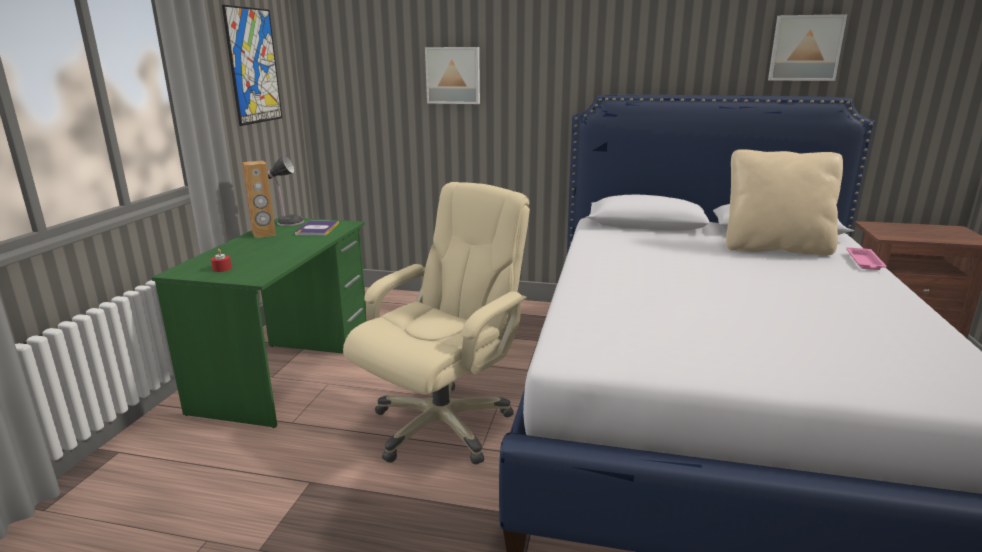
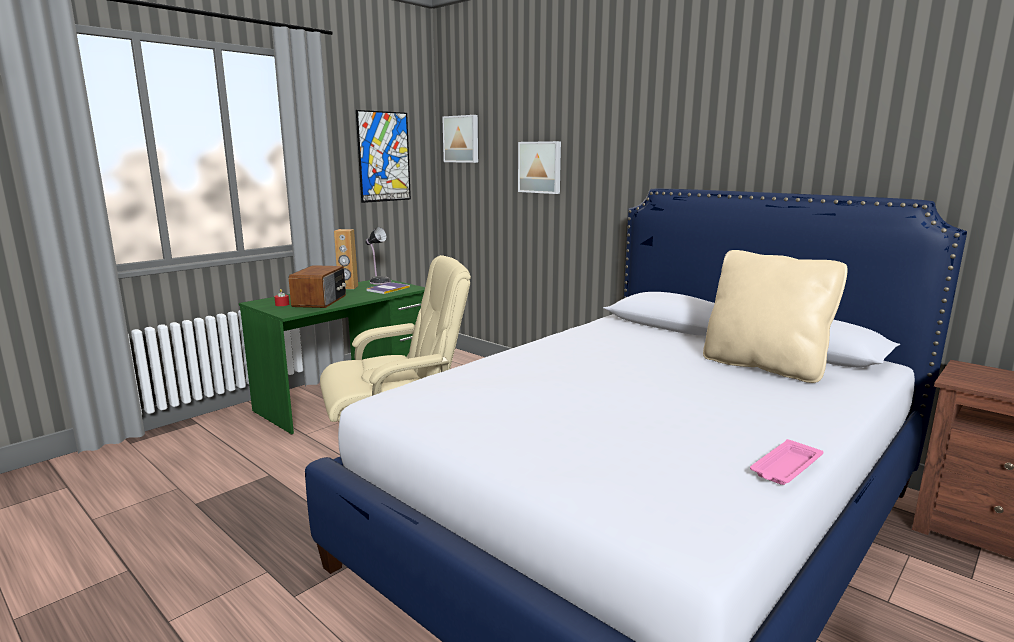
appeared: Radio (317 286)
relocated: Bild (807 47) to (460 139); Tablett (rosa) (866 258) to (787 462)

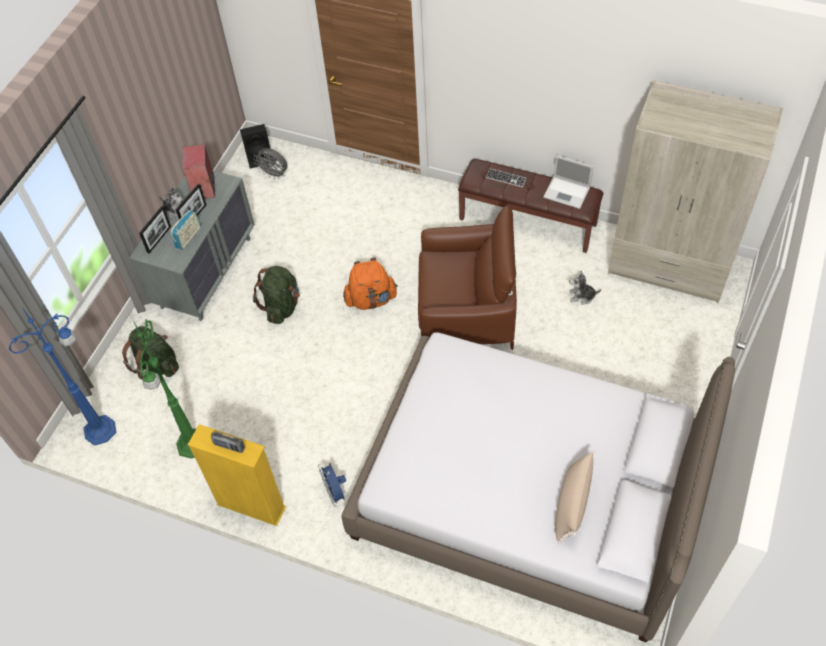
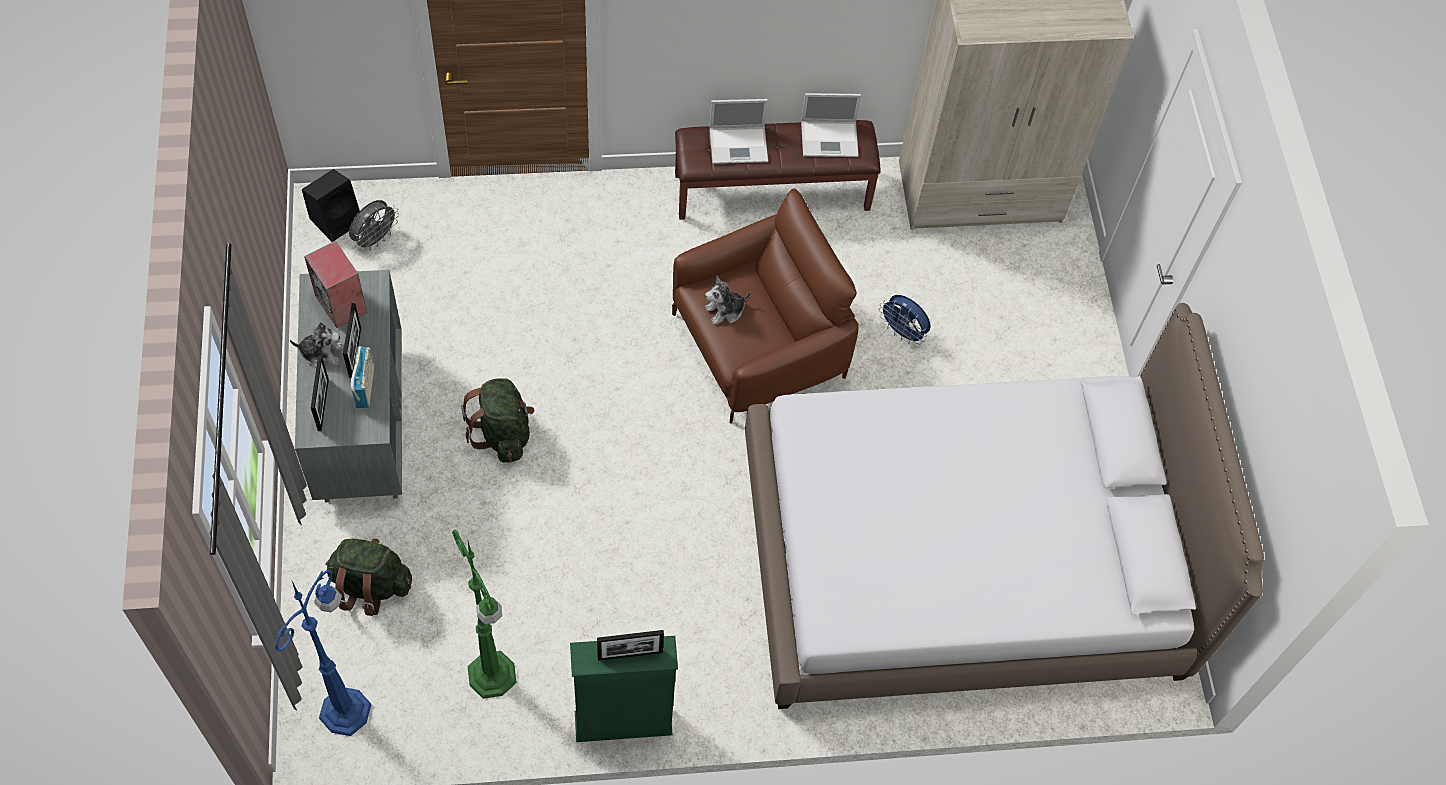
missing: Rucksack (orange) (370 283); Kissen (beige) (574 498)
relocated: Ventilator (blau) (332 485) to (905 320); Plüschtier (585 287) to (728 300)
exchanged: Radio (228 442) to Bilderrahmen (630 645); Tastatur (506 178) to Laptop (739 131)
colour: Bücherregal (gelb) (237 475) to Bücherregal (grün) (624 689)
spun: Ventilator (grau) (270 163) = (374 225) 45 degrees counterclockwise

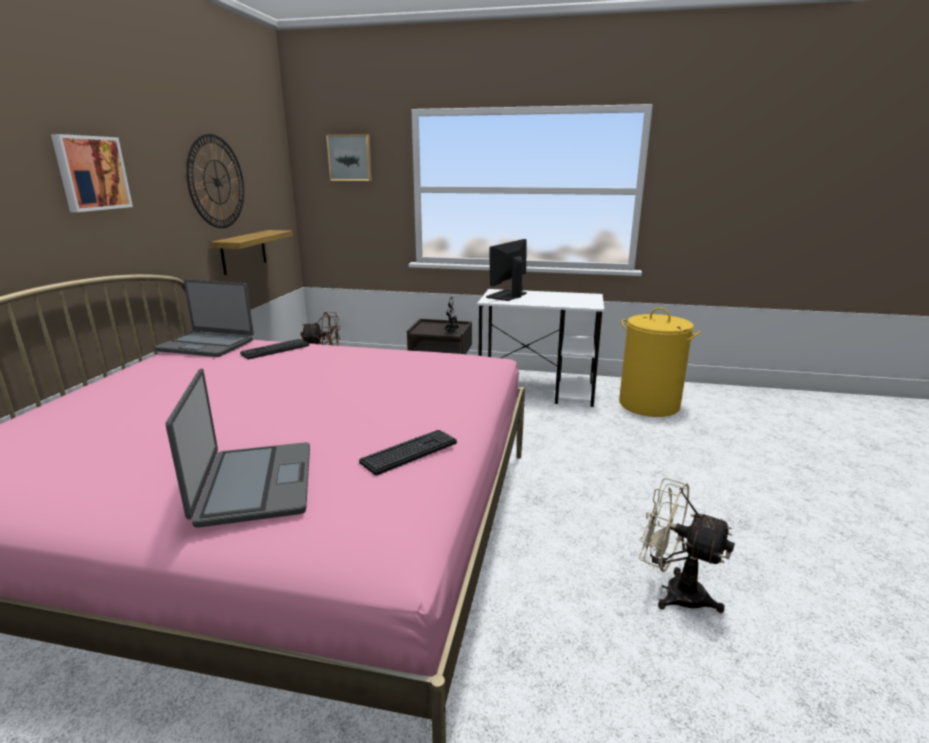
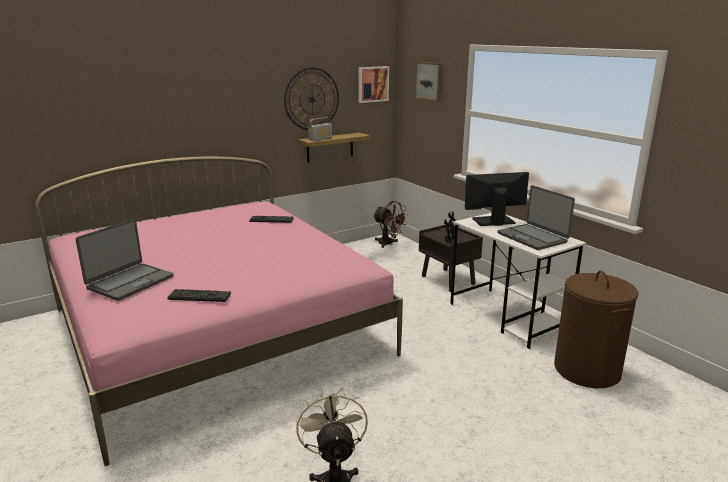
appeared: Radio (320 129)
relocated: Bild (92 173) to (373 84); Laptop (204 318) to (536 217)
colour: Wäschekorb (gelb) (660 362) to Wäschekorb (braun) (596 329)

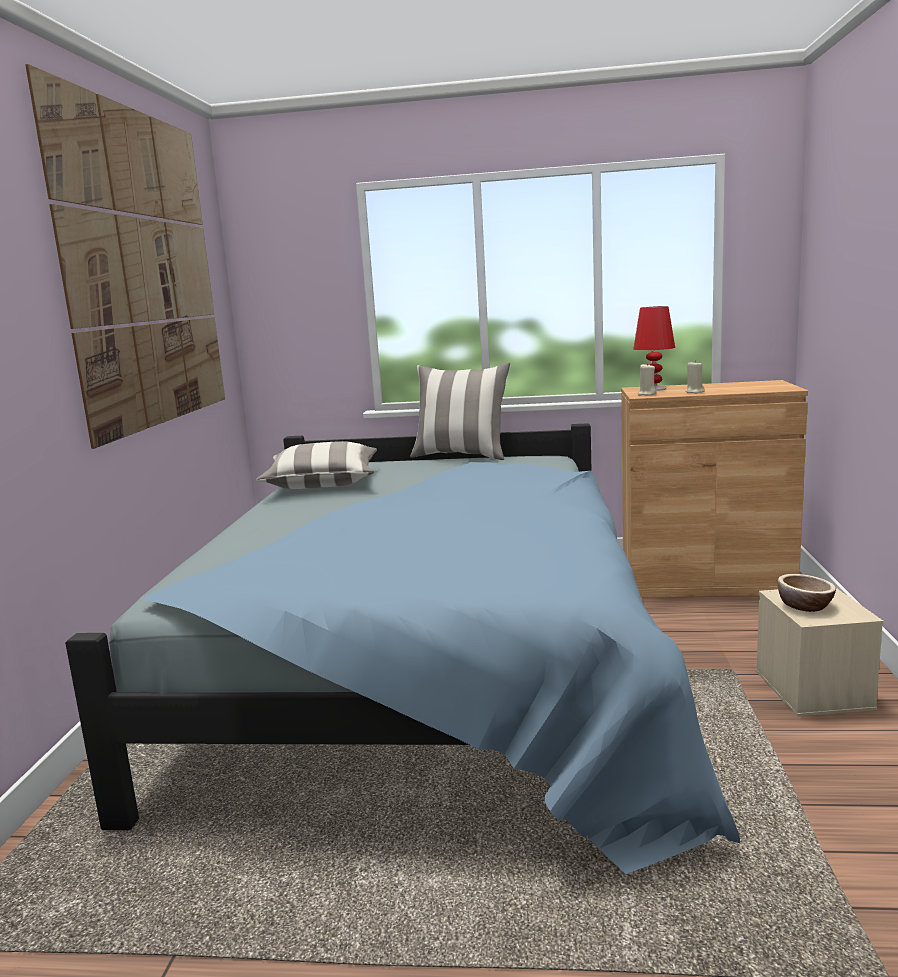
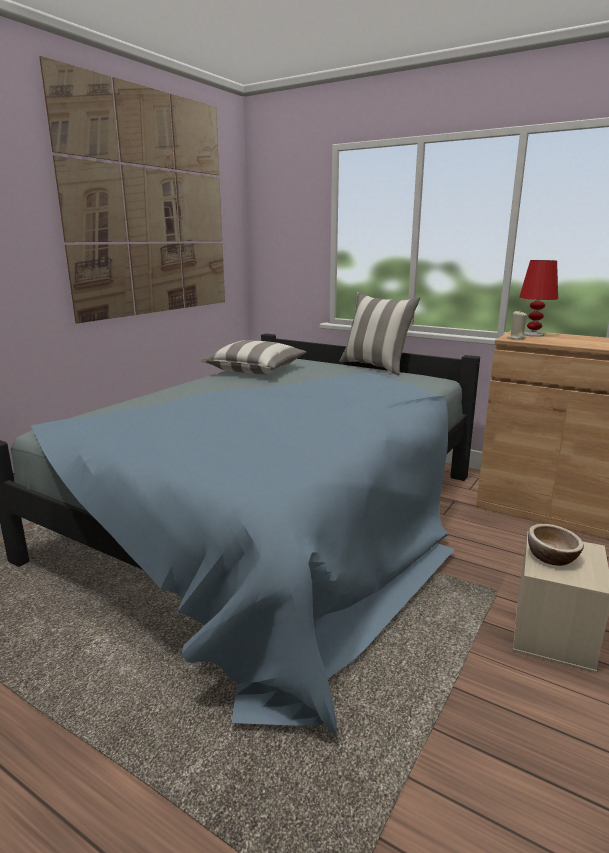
missing: Kerze (beige) (695 376)

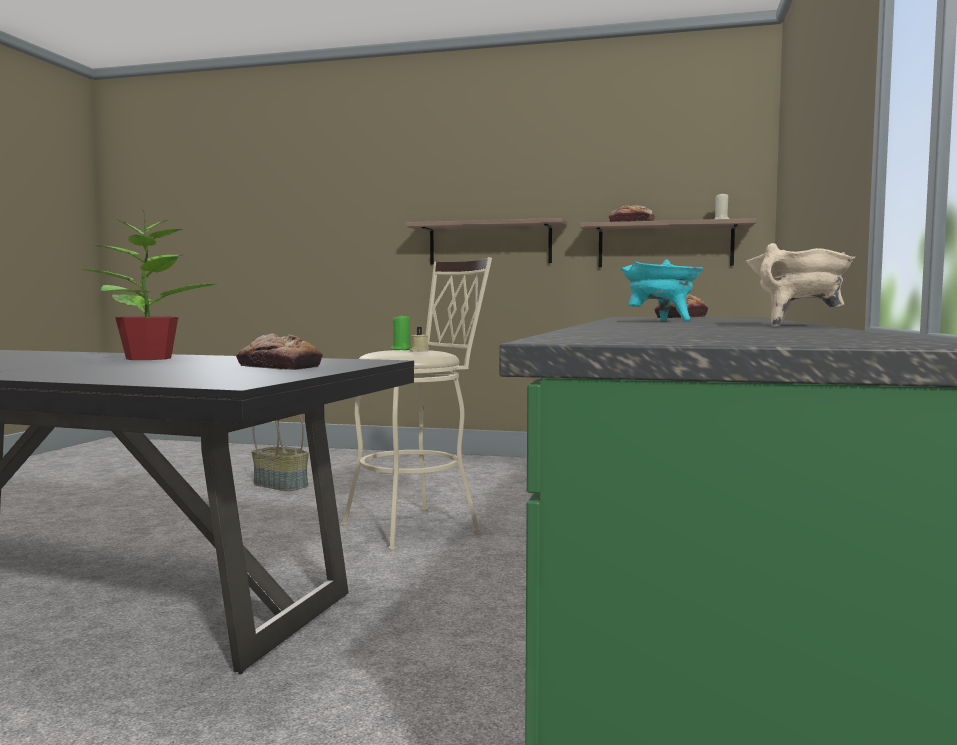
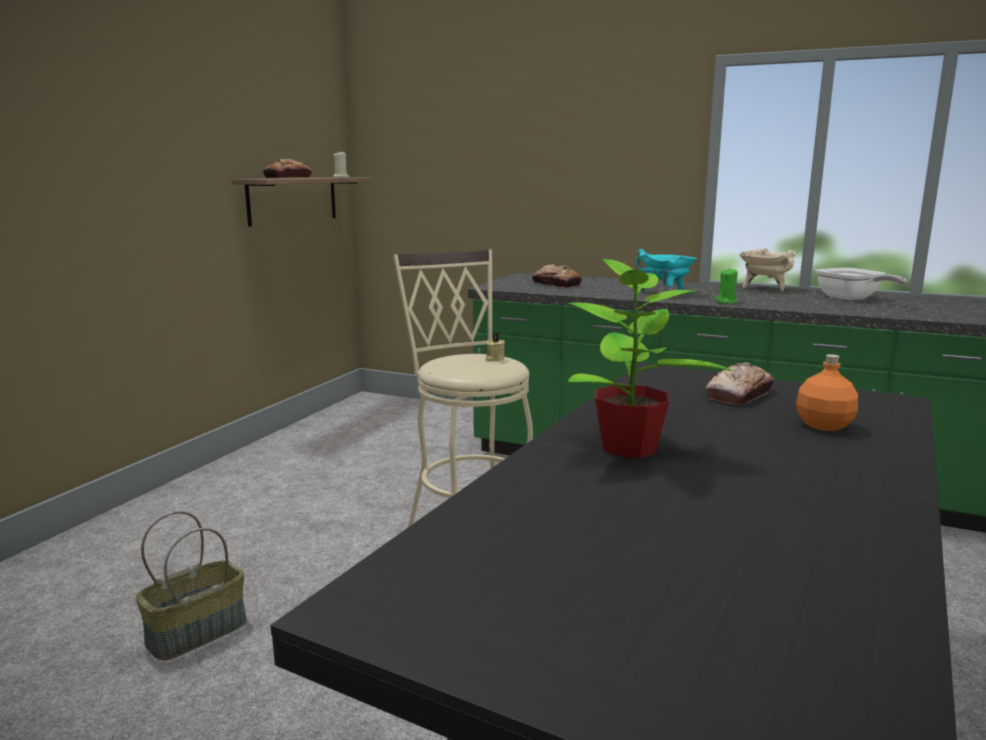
missing: Wandregal (486 241)
appeared: Flasche (orange) (827 392); Pfanne (861 284)
relocated: Kerze (grün) (401 332) to (727 286)

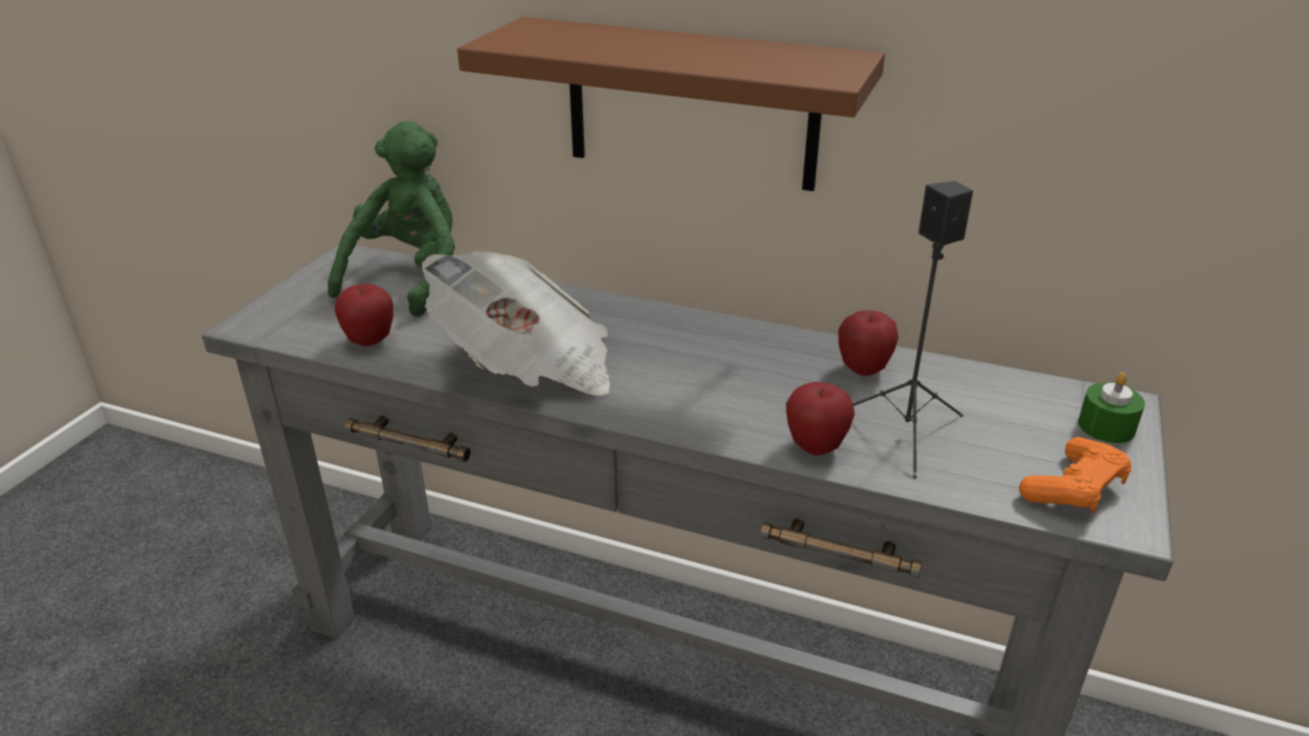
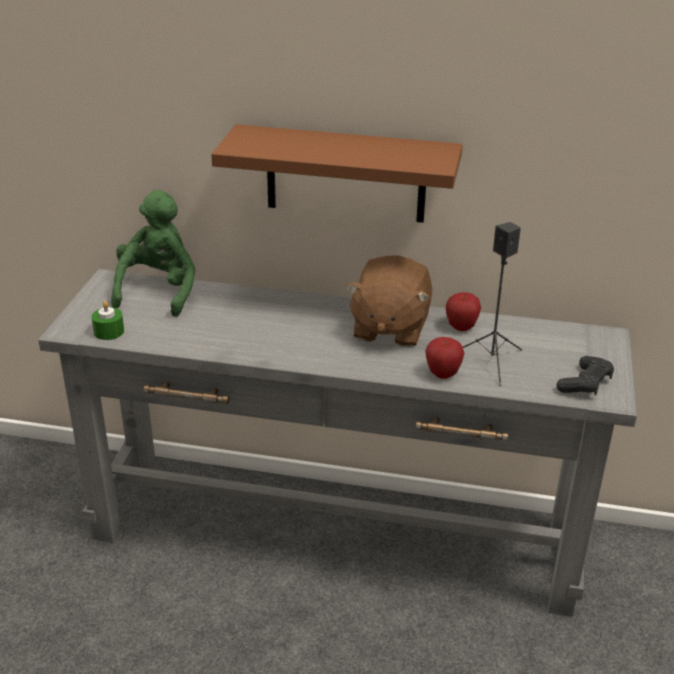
missing: Apfel (364 315); Zeitung (516 323)
appeared: Plüschtier (braun) (389 301)
relocated: Kerze (grün) (1111 407) to (107 320)
colour: Gamepad (orange) (1075 475) to Gamepad (schwarz) (585 375)

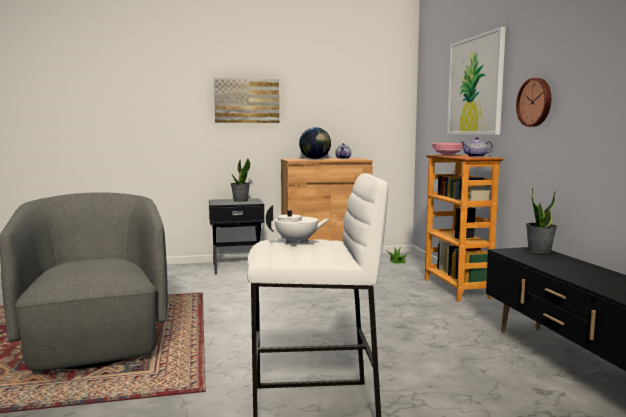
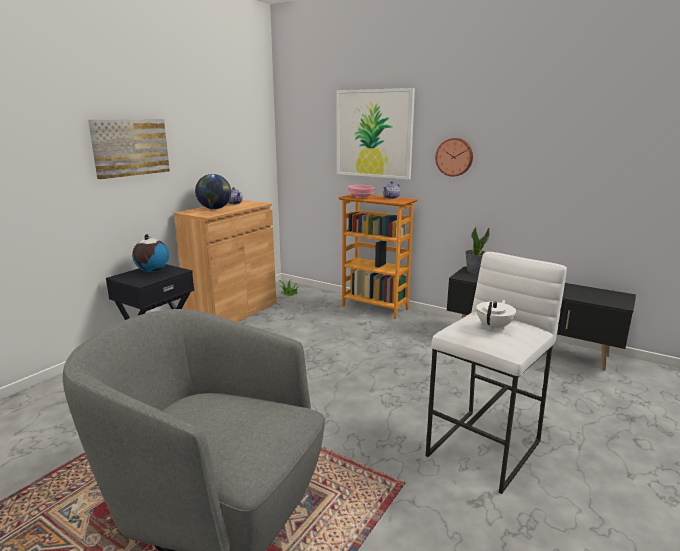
exchanged: Topfpflanze (240 180) to Globus (150 253)

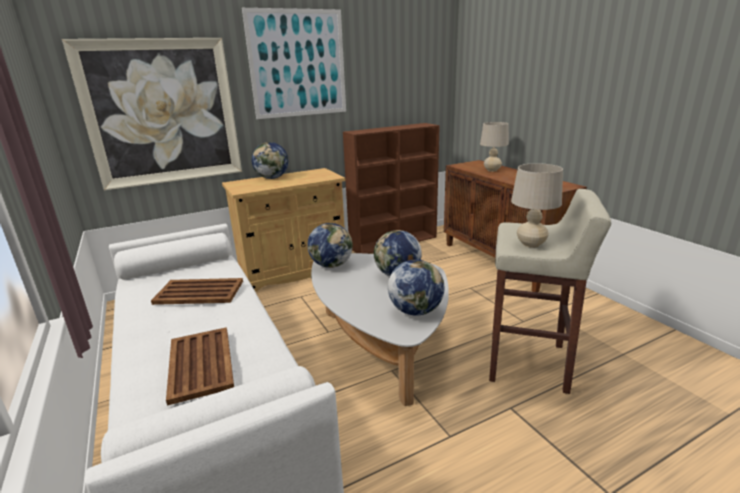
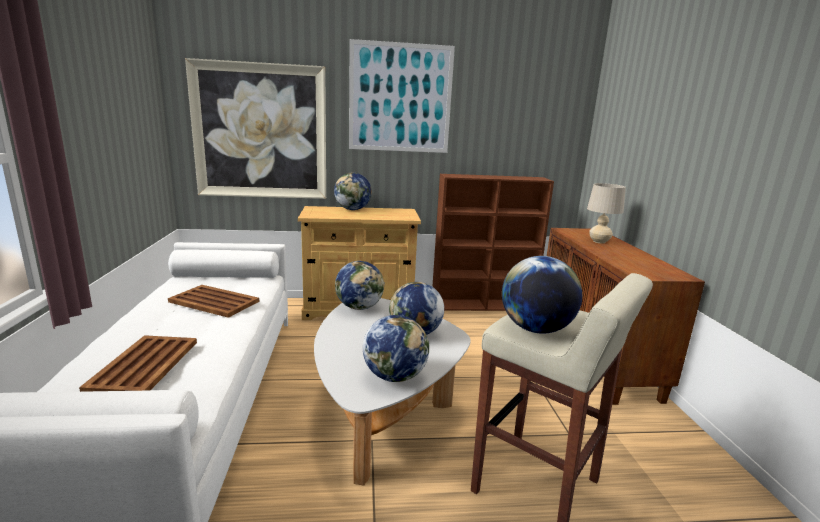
exchanged: Tischlampe (beige) (537 205) to Globus (542 295)

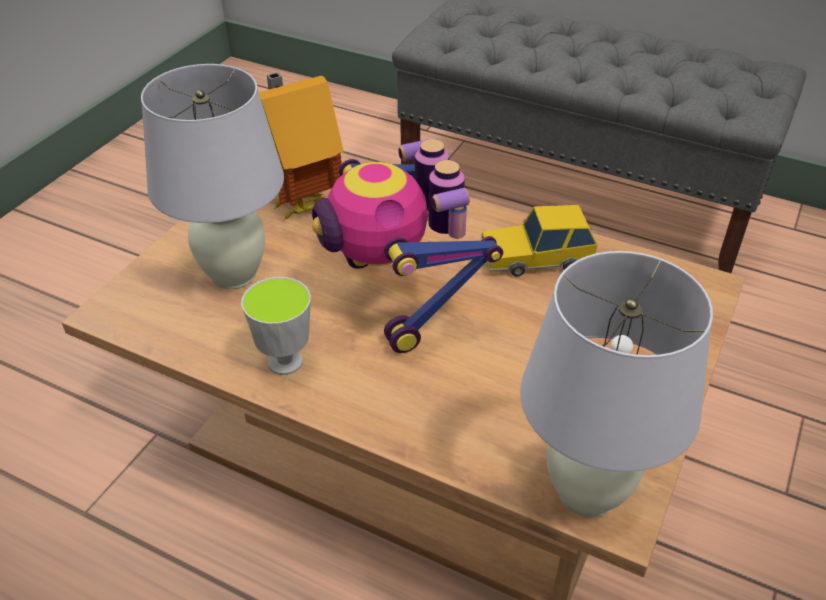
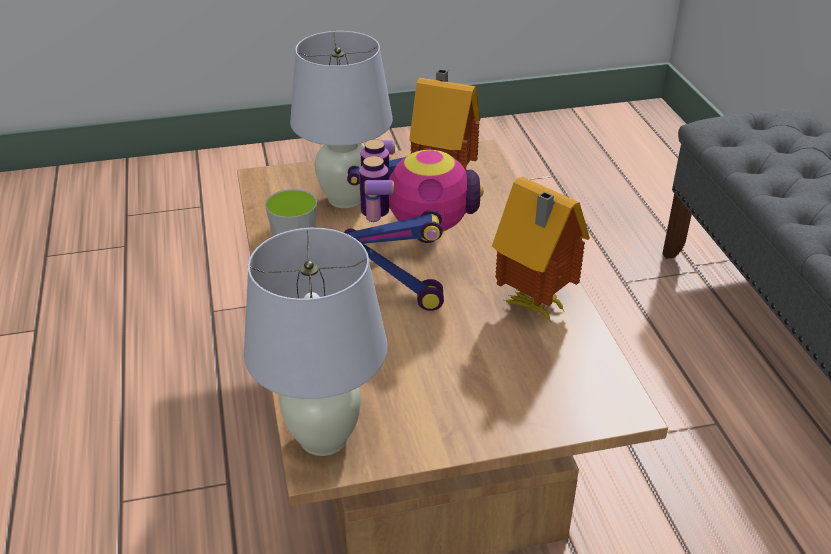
exchanged: Spielzeugauto (538 241) to Spielzeughaus (541 249)
spun: Spielzeugroboter (407 246) = (414 225) 150 degrees clockwise

